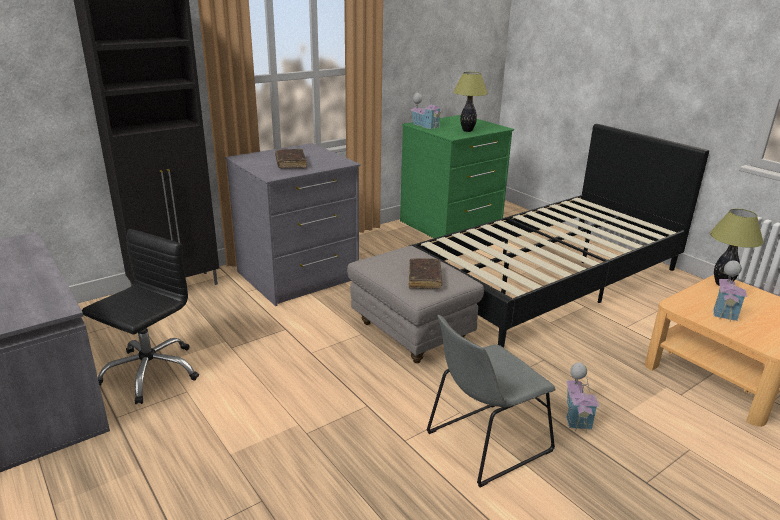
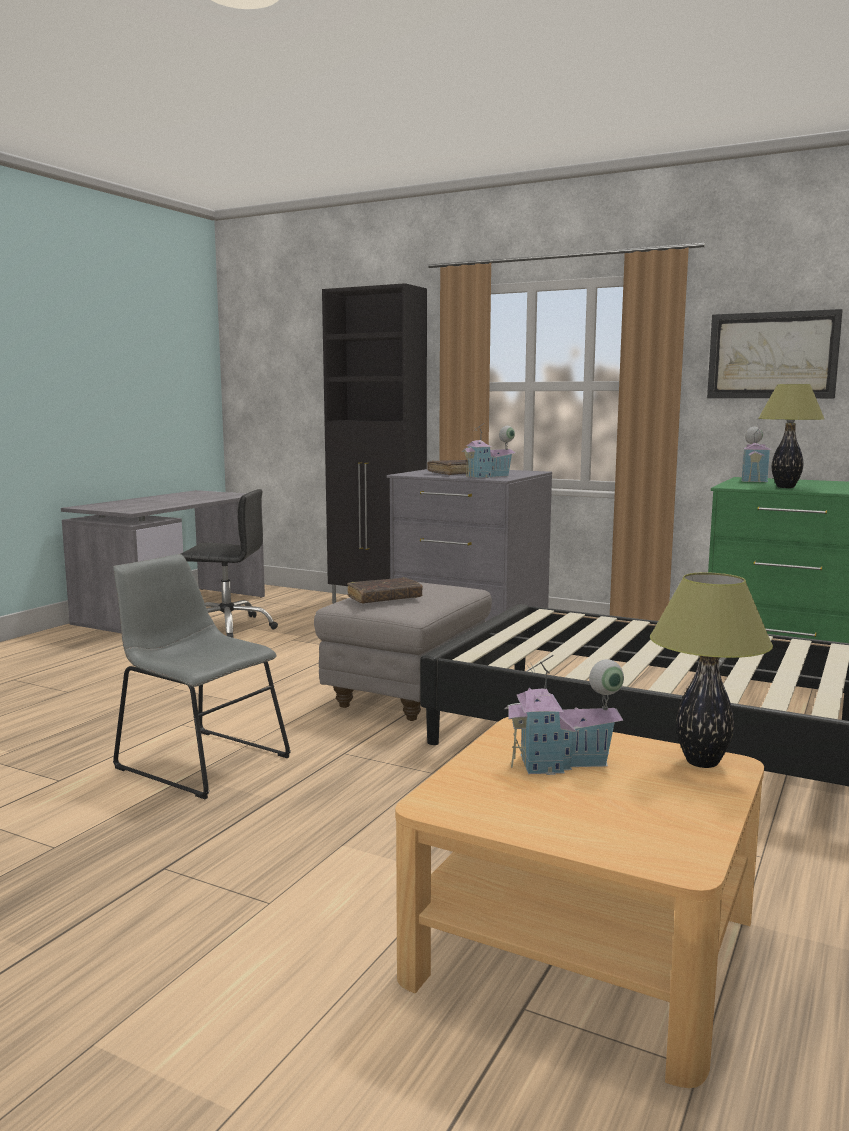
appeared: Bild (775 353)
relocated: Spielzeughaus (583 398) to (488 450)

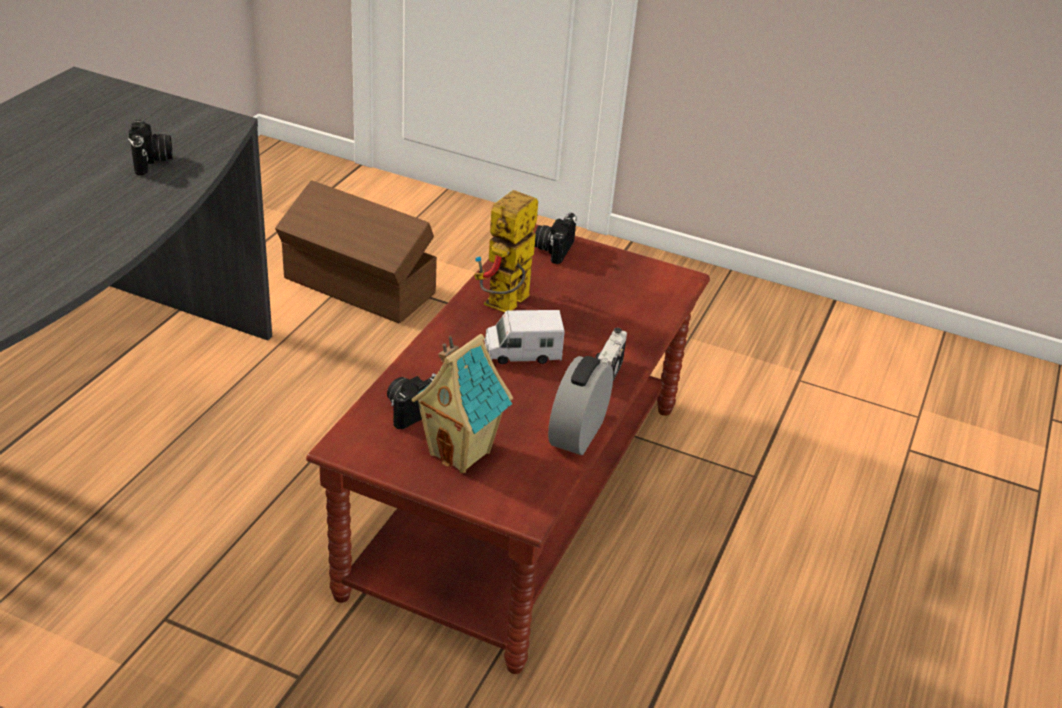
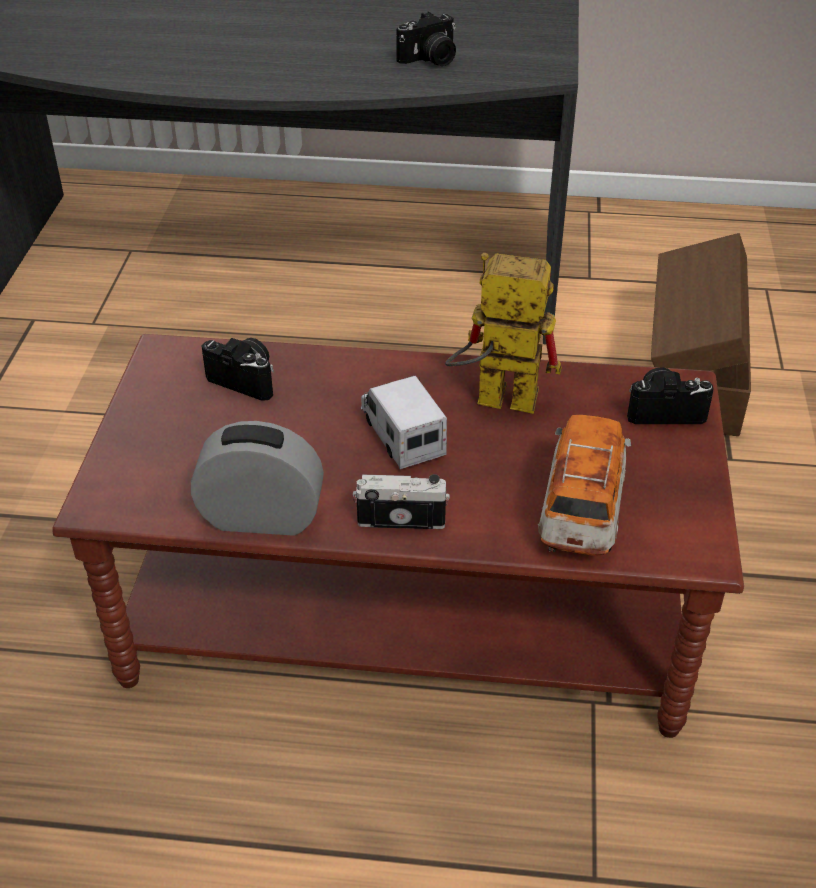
missing: Spielzeughaus (462 403)
appeared: Spielzeugauto (584 485)

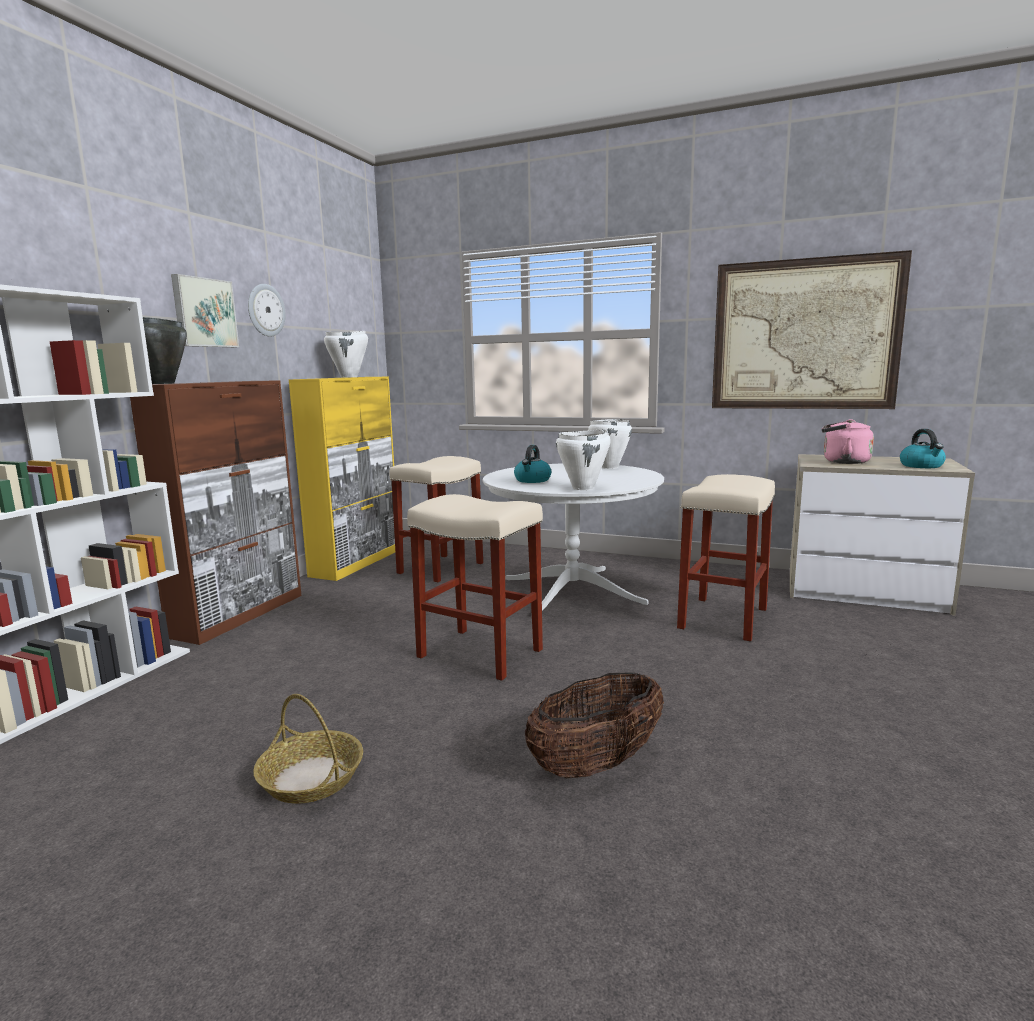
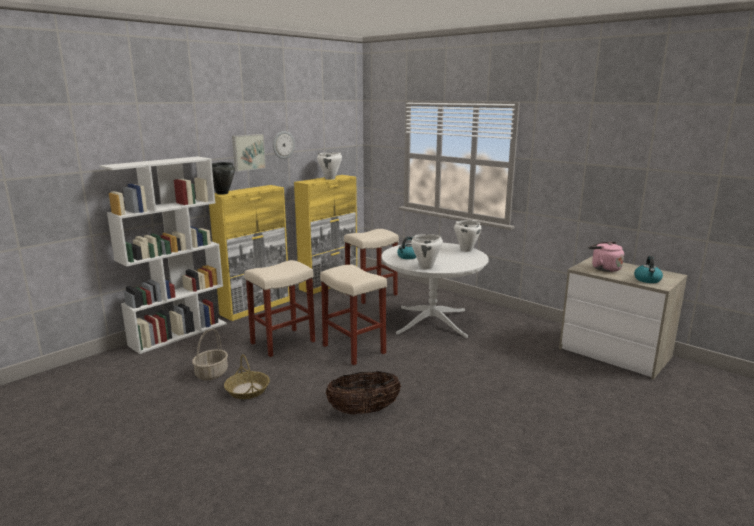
missing: Bild (812 329)
appeared: Korb (210 354)
relocated: Hocker (beige) (726 557) to (279 308)
colour: Schrank (braun) (216 512) to Schrank (gelb) (249 253)

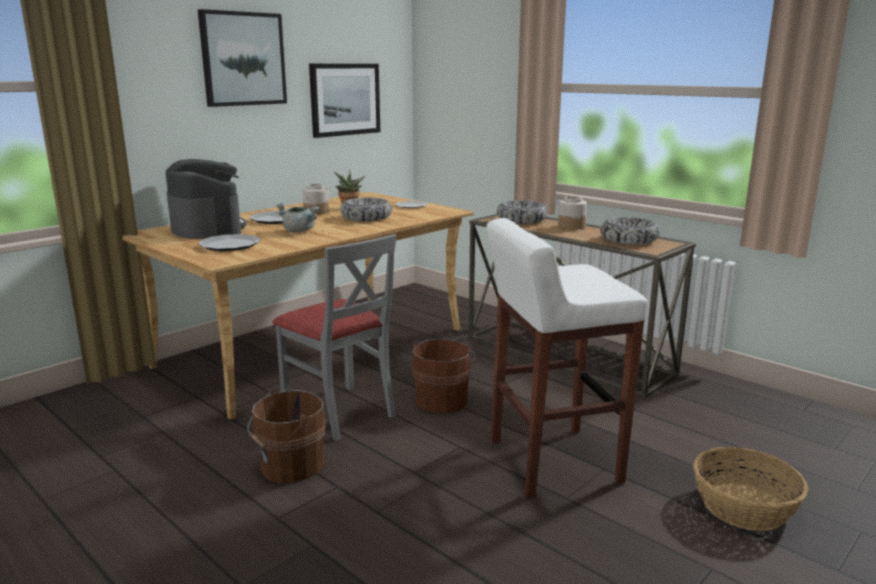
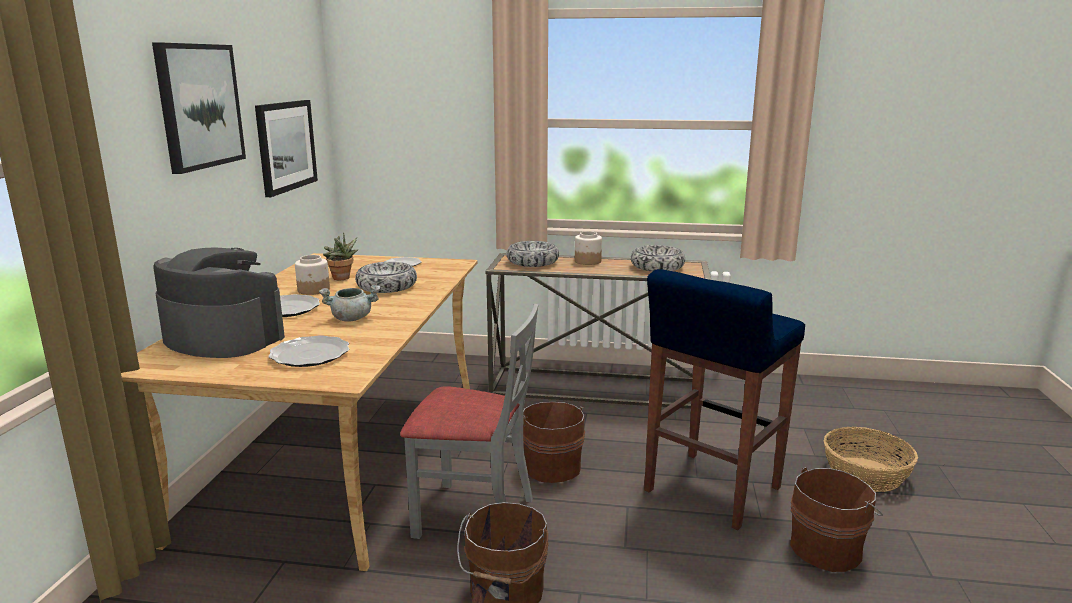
appeared: Eimer (braun) (836 519)
colour: Hocker (weiß) (567 358) to Hocker (blau) (724 399)

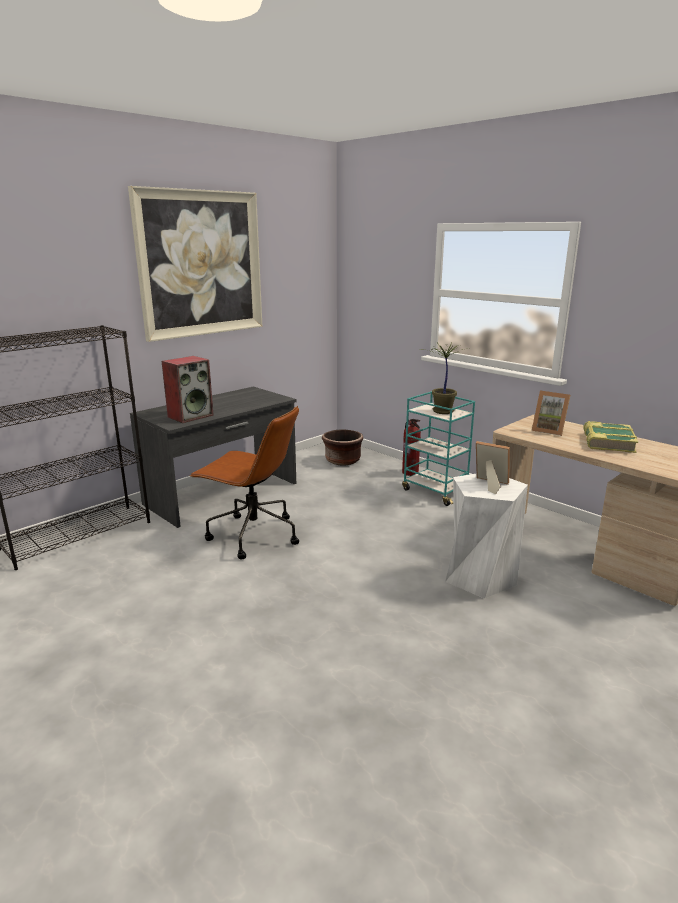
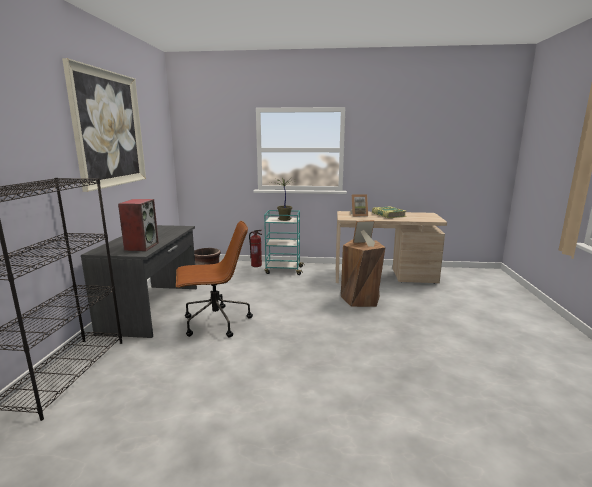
colour: Hocker (weiß) (486 536) to Hocker (braun) (363 273)

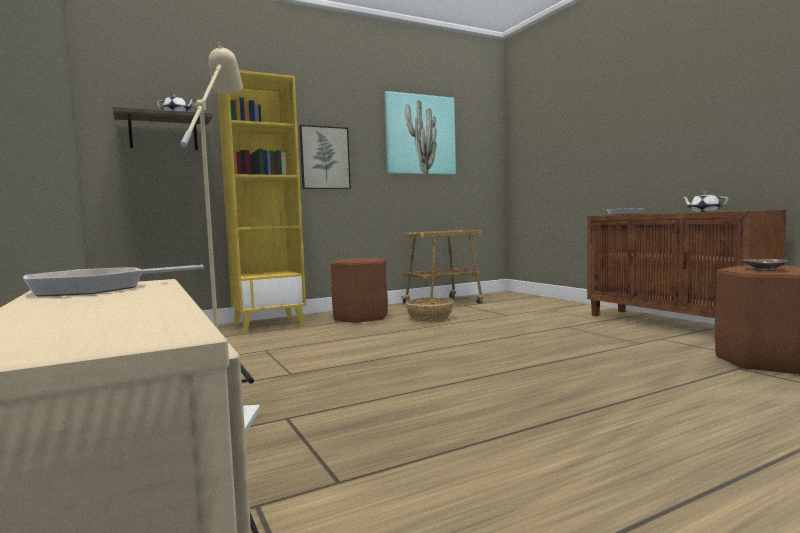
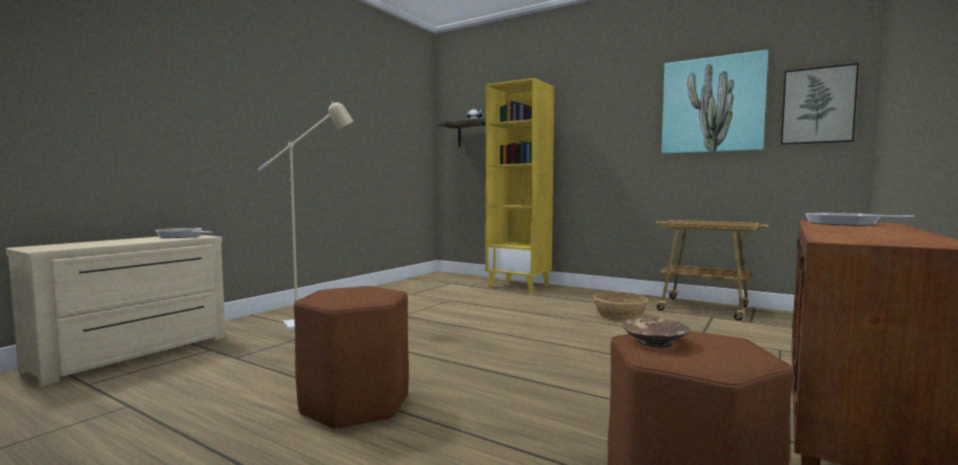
missing: Teekanne (weiß) (705 201)
relocated: Bild (325 157) to (820 104); Hocker (braun) (359 291) to (351 358)

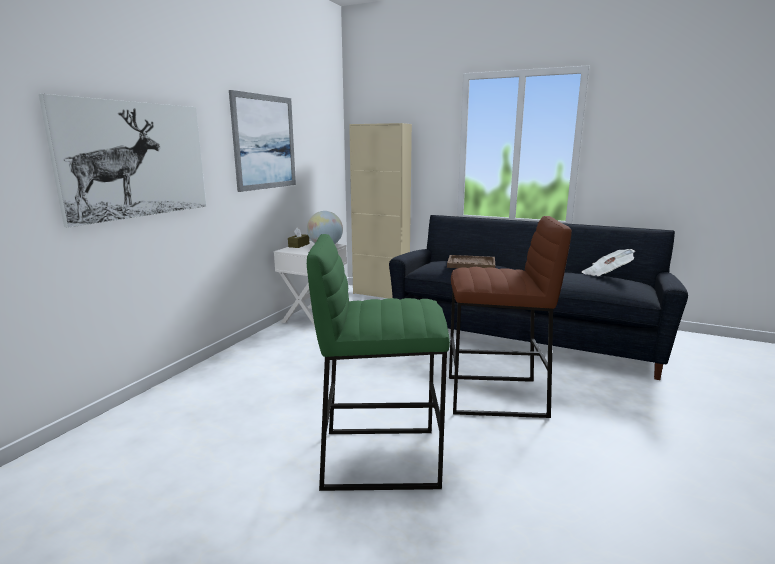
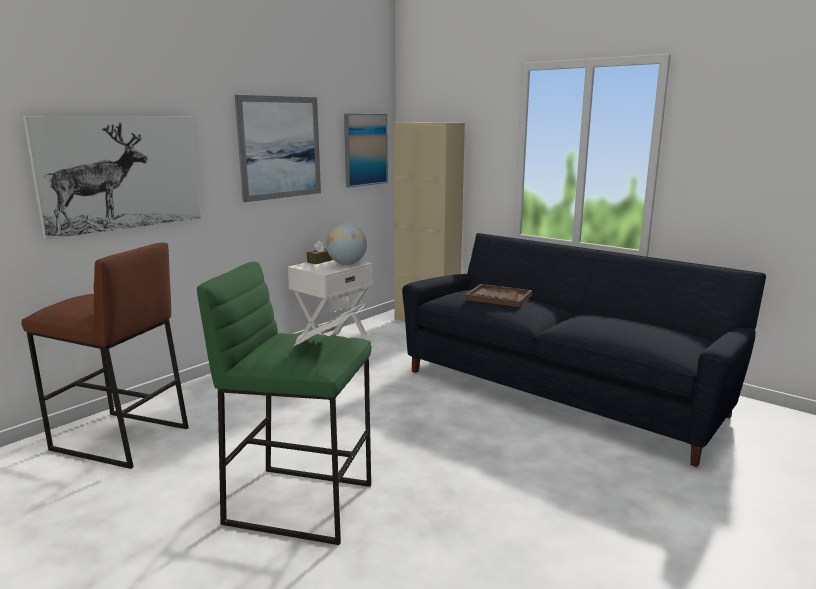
appeared: Bild (366 150)
relocated: Hocker (braun) (510 317) to (105 355); Zeitung (608 262) to (329 325)

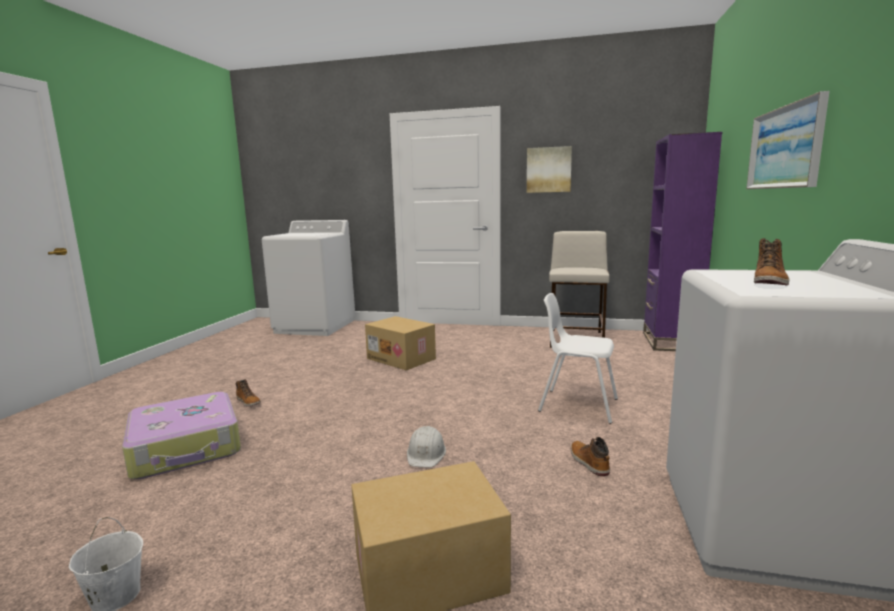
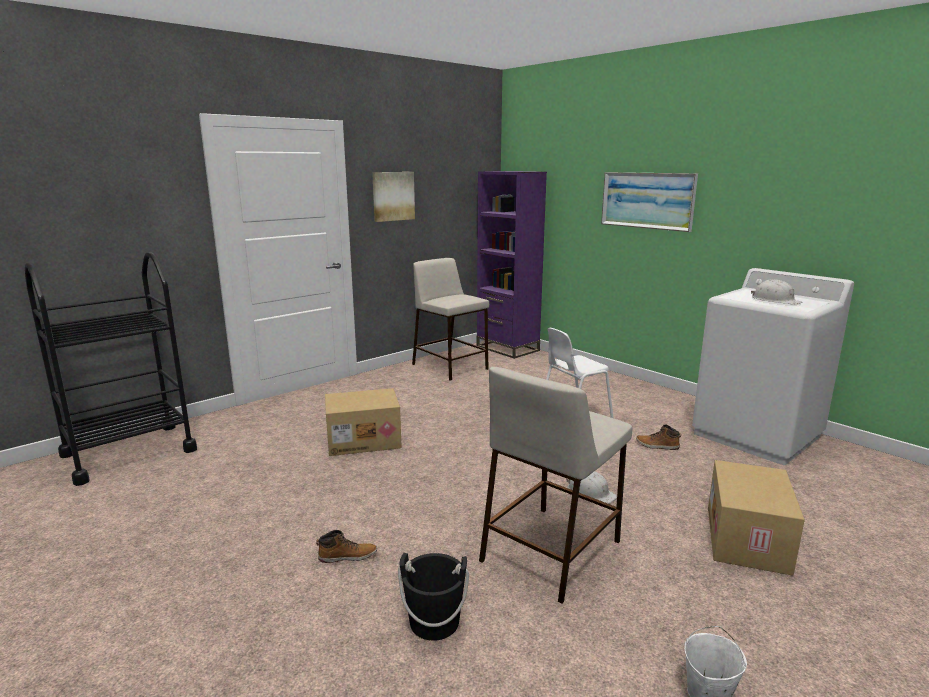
appeared: Hocker (beige) (555 485)
exchanged: Koffer (181 435) to Eimer (schwarz) (433 597); Waschmaschine (weiß) (308 278) to Rollwagen (schwarz) (111 369); Stiefel (772 262) to Schutzhelm (weiß) (776 291)

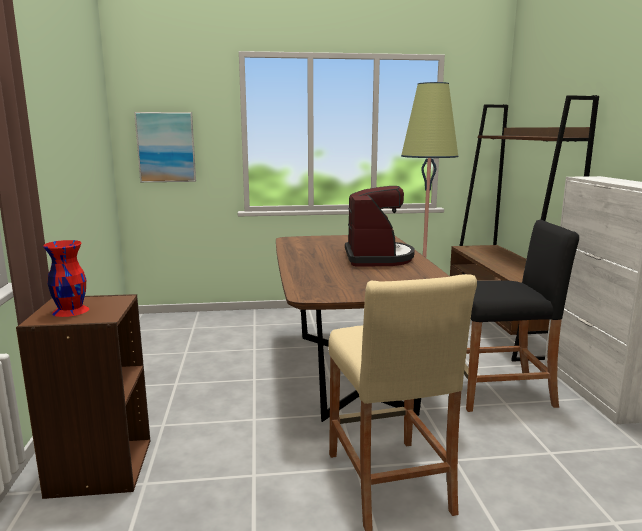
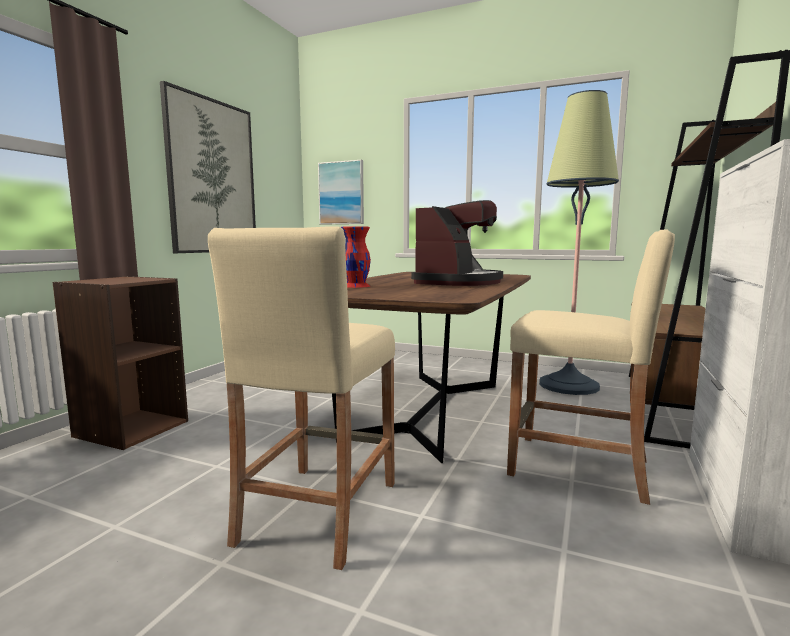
appeared: Bild (208 167)
relocated: Vase (rot) (66 278) to (356 257)
colour: Hocker (schwarz) (521 316) to Hocker (beige) (591 367)

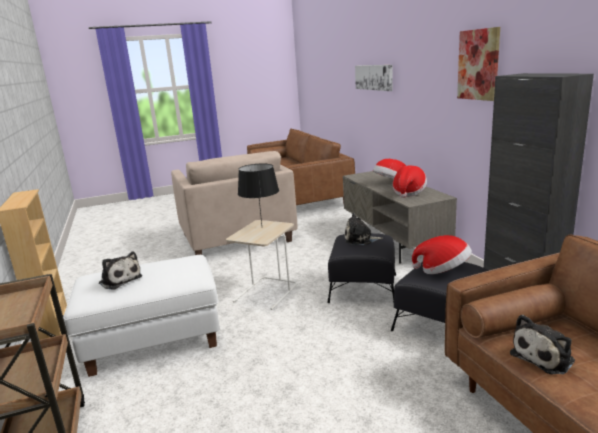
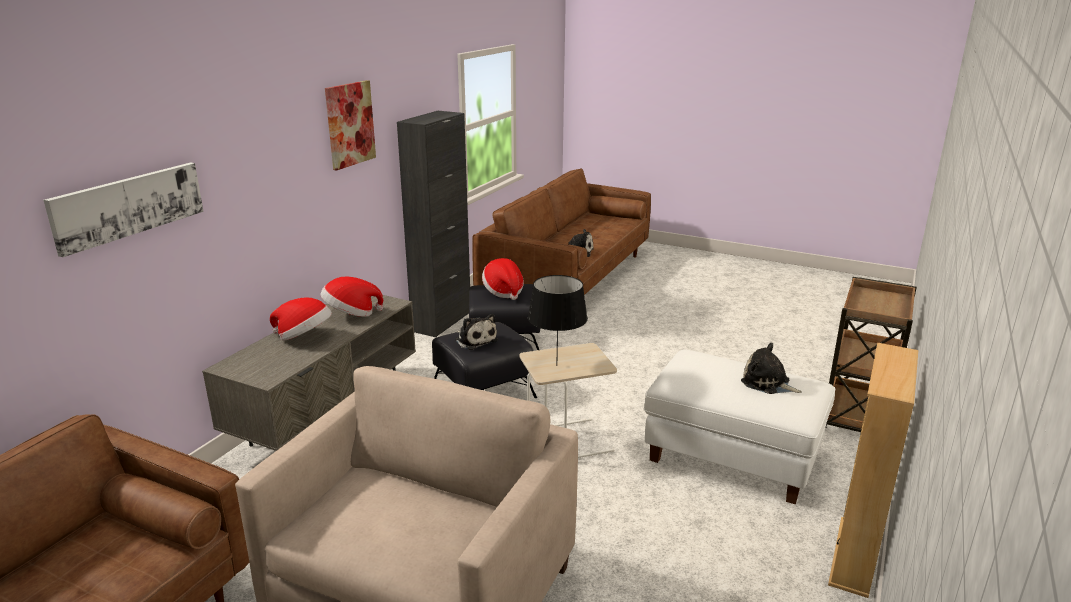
spun: Plüschtier (120 270) = (771 368) 45 degrees counterclockwise

